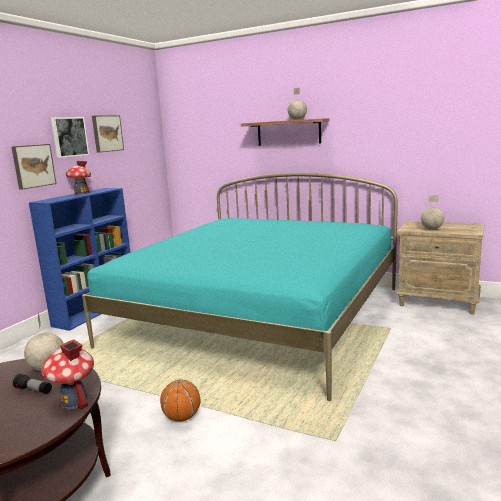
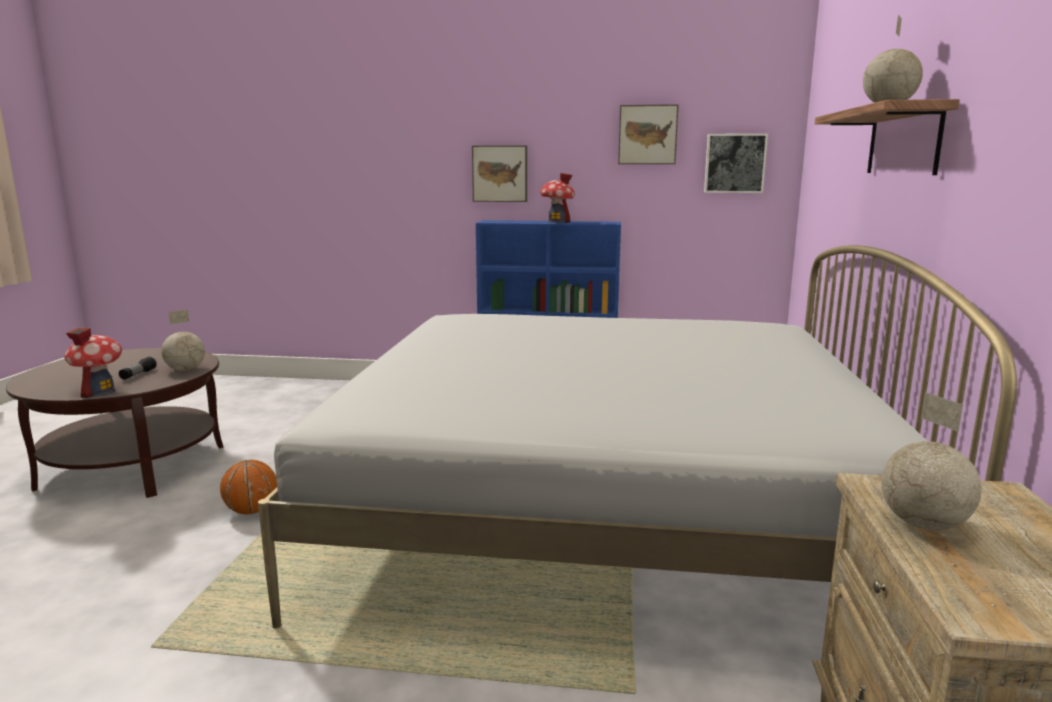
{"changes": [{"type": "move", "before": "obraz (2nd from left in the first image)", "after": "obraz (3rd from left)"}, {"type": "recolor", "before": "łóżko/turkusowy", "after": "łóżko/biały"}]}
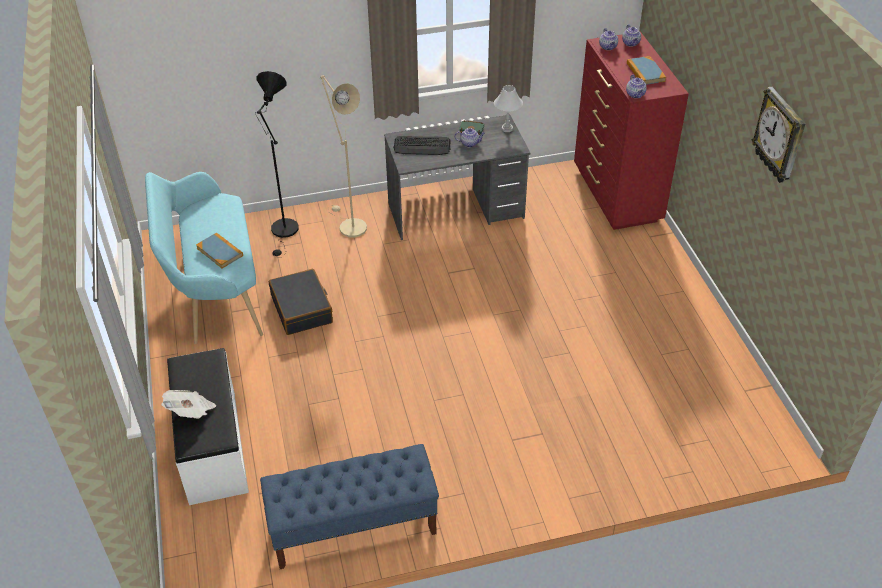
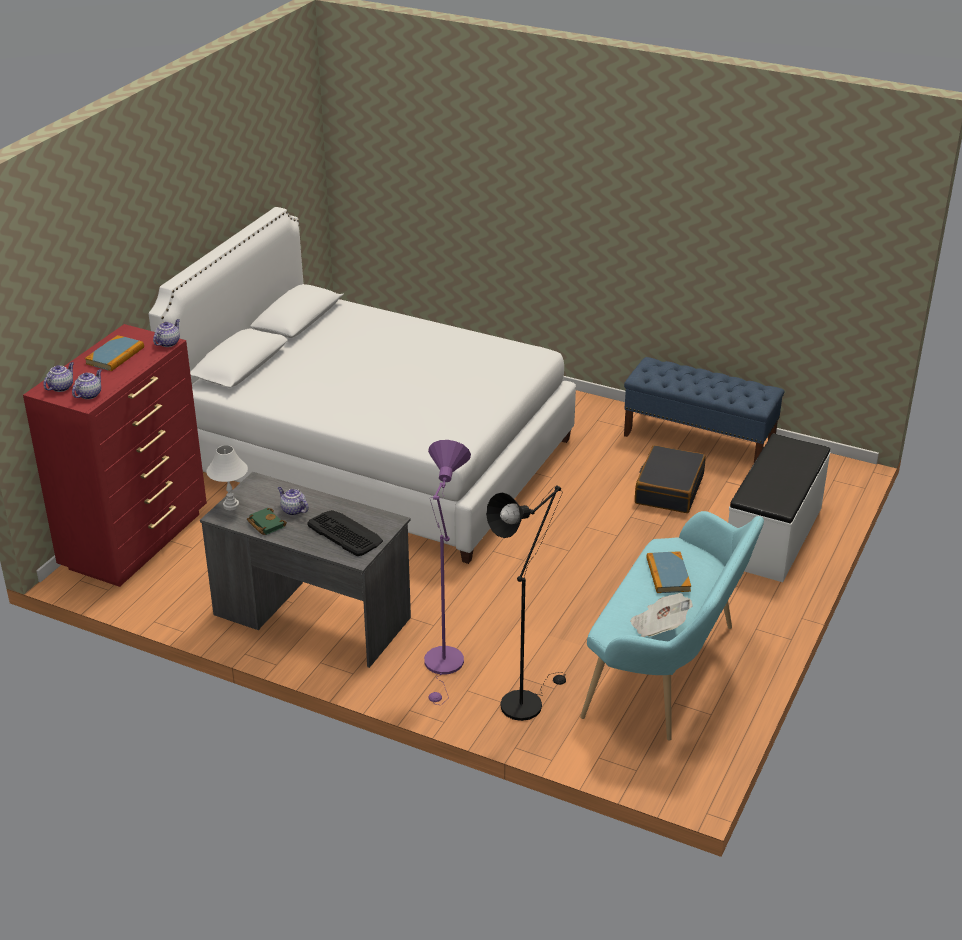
{"changes": [{"type": "recolor", "before": "lampa stojąca/beżowy", "after": "lampa stojąca/fioletowy"}, {"type": "delete", "before": "zegar ścienny"}, {"type": "move", "before": "walizka/czarny"}, {"type": "move", "before": "gazeta"}, {"type": "insert", "after": "łóżko/biały"}]}
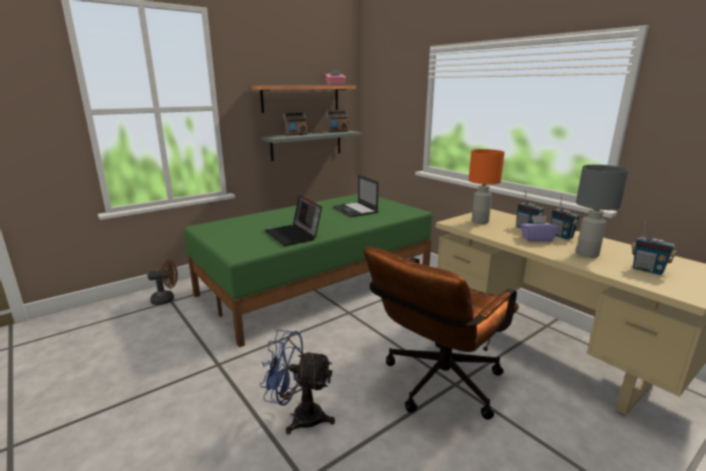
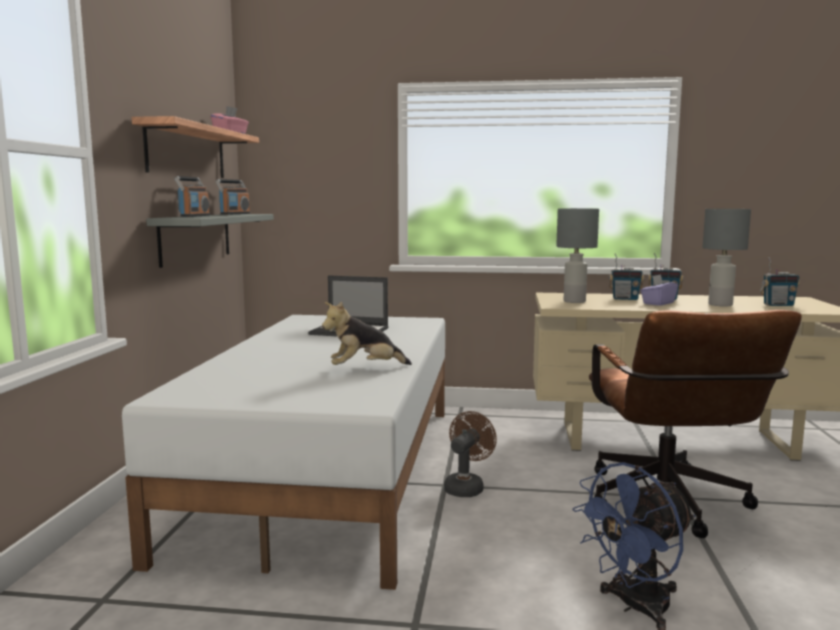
{"changes": [{"type": "recolor", "before": "lampa stołowa/pomarańczowy", "after": "lampa stołowa/szary (1st from left)"}, {"type": "recolor", "before": "łóżko/zielony", "after": "łóżko/biały"}, {"type": "replace", "before": "laptop (1st from left)", "after": "pluszak"}, {"type": "move", "before": "wentylator/brązowy"}]}
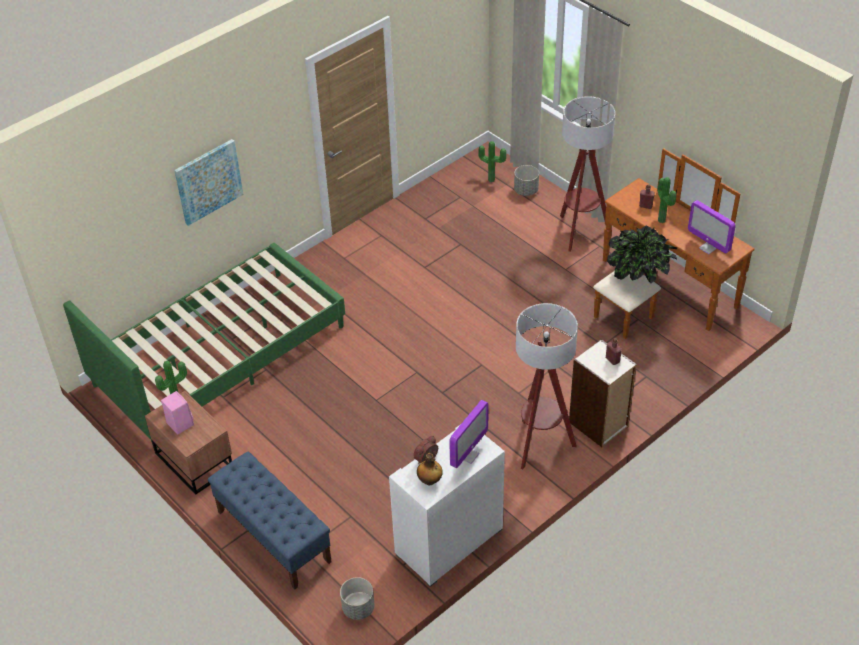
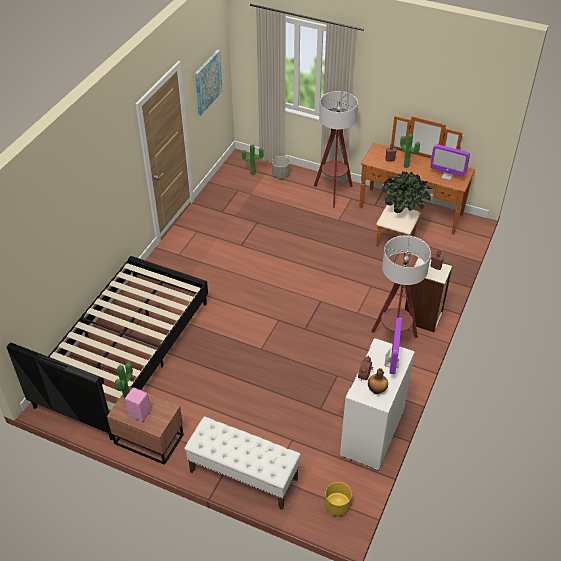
{"changes": [{"type": "move", "before": "obraz"}, {"type": "recolor", "before": "łóżko/zielony", "after": "łóżko/czarny"}, {"type": "recolor", "before": "ławka/niebieski", "after": "ławka/biały"}, {"type": "recolor", "before": "donica/szary (1st from left)", "after": "donica/żółty"}]}
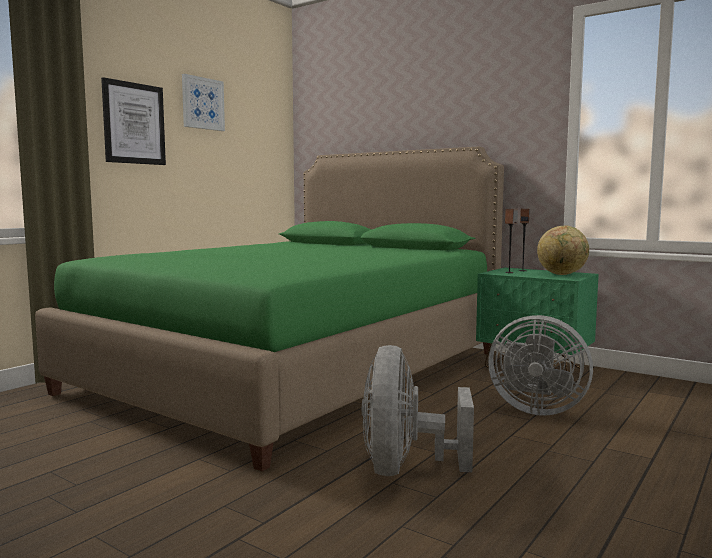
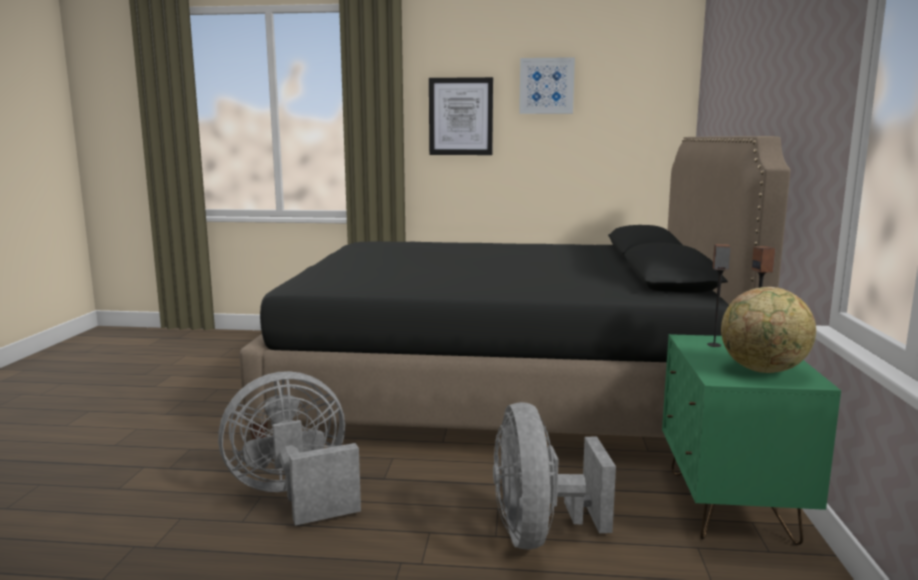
{"changes": [{"type": "recolor", "before": "łóżko/zielony", "after": "łóżko/czarny"}]}
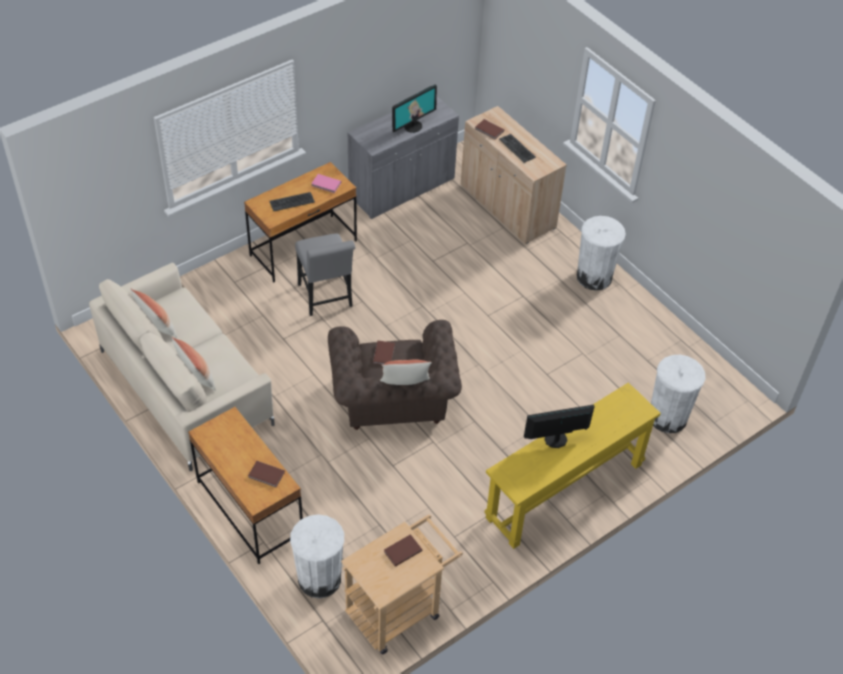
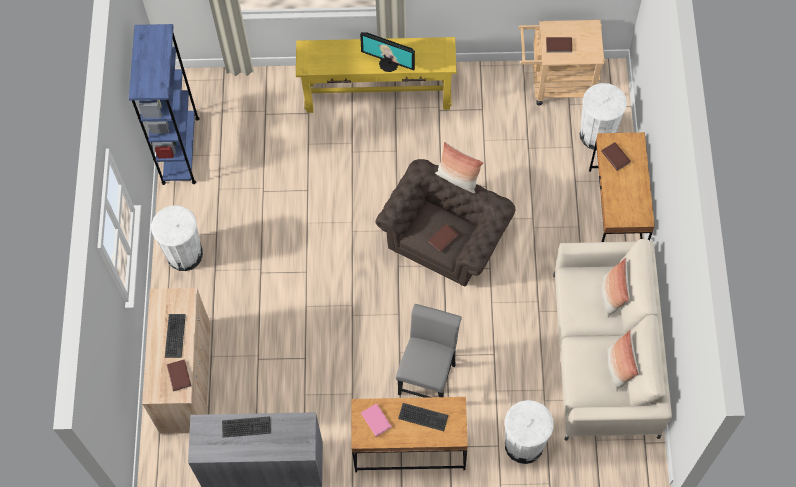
{"changes": [{"type": "replace", "before": "monitor (1st from left)", "after": "klawiatura (2nd from left)"}, {"type": "move", "before": "kosz na śmieci/biały (3rd from left in the first image)", "after": "kosz na śmieci/biały (2nd from left)"}, {"type": "insert", "after": "regał/niebieski"}]}
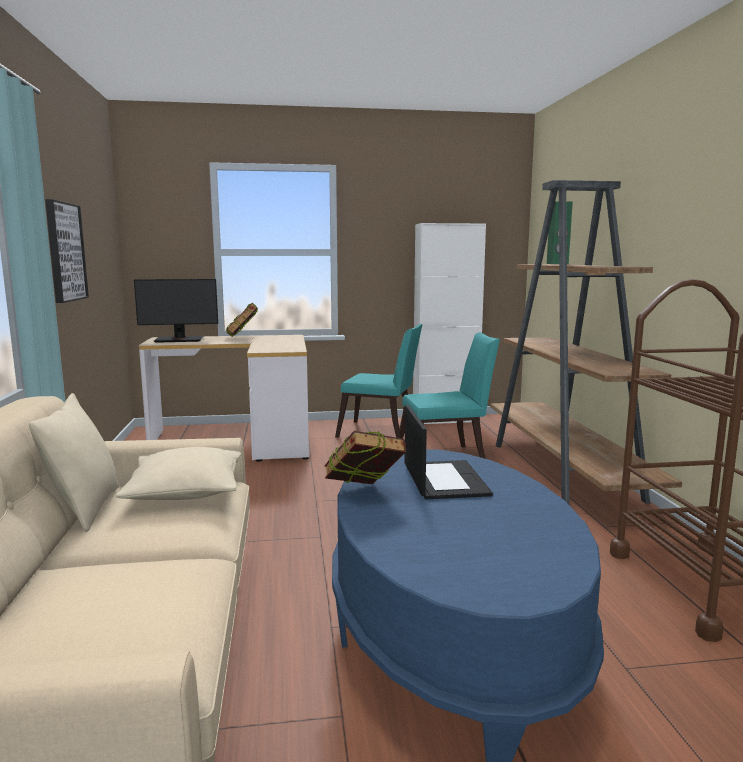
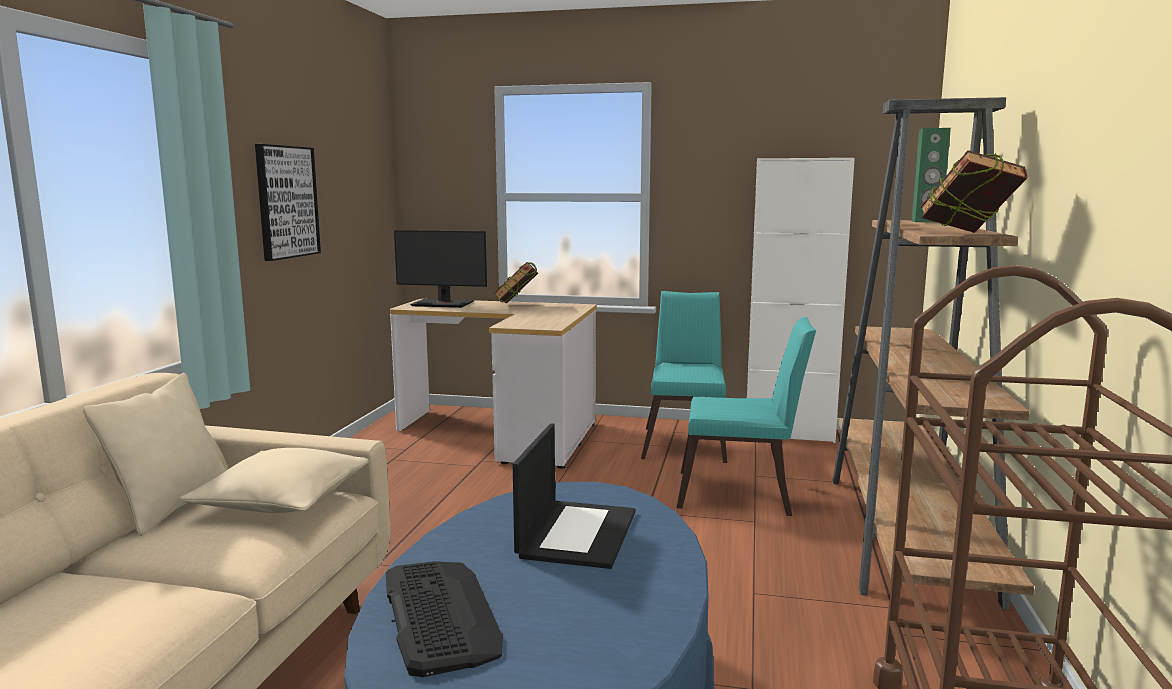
{"changes": [{"type": "rotate", "before": "krzesło/turkusowy (1st from left)", "turn": -120}, {"type": "move", "before": "książka (2nd from left)"}, {"type": "insert", "after": "klawiatura"}]}
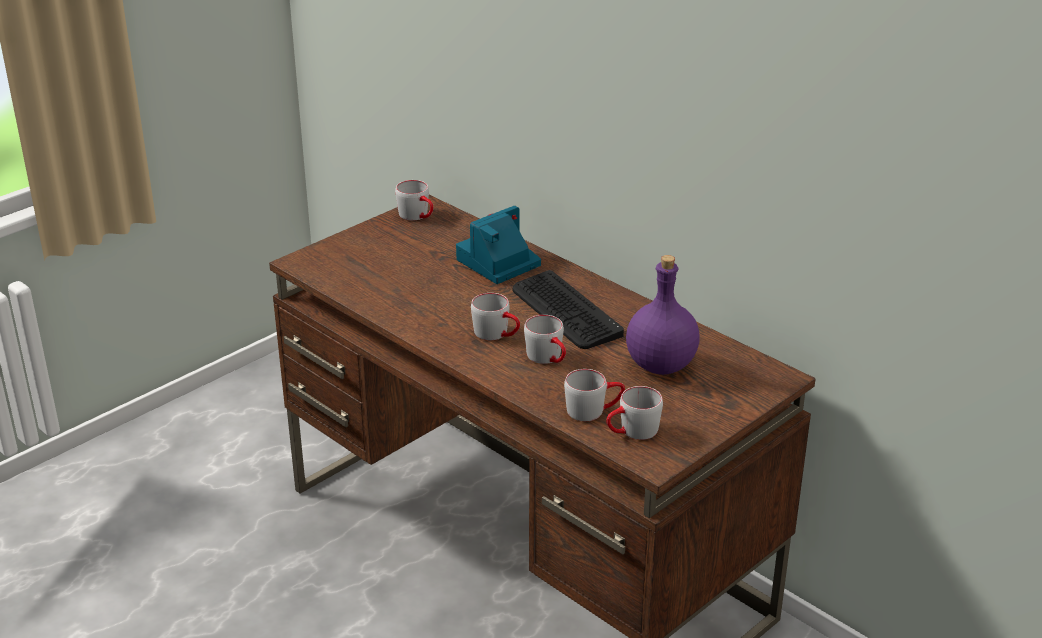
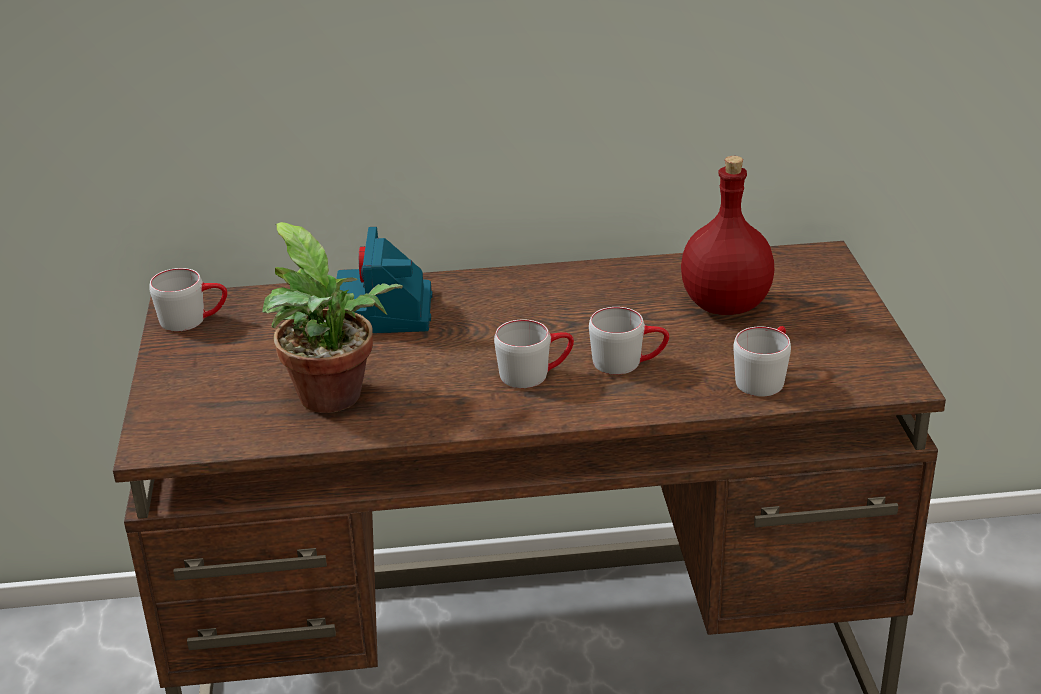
{"changes": [{"type": "recolor", "before": "butelka/fioletowy", "after": "butelka/czerwony"}, {"type": "delete", "before": "klawiatura"}, {"type": "delete", "before": "kubek/szary (5th from left)"}, {"type": "insert", "after": "roślina doniczkowa"}]}
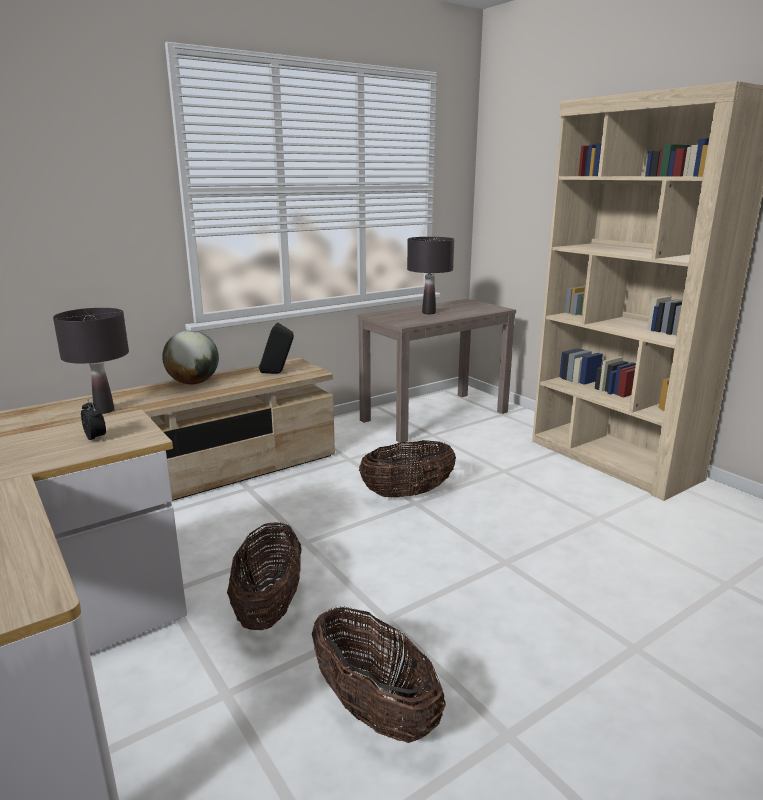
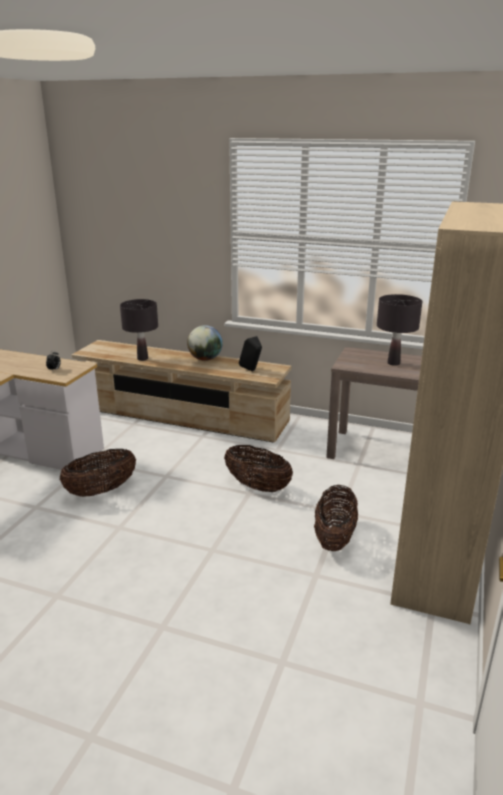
{"changes": [{"type": "move", "before": "koszyk (2nd from left in the first image)", "after": "koszyk (3rd from left)"}]}
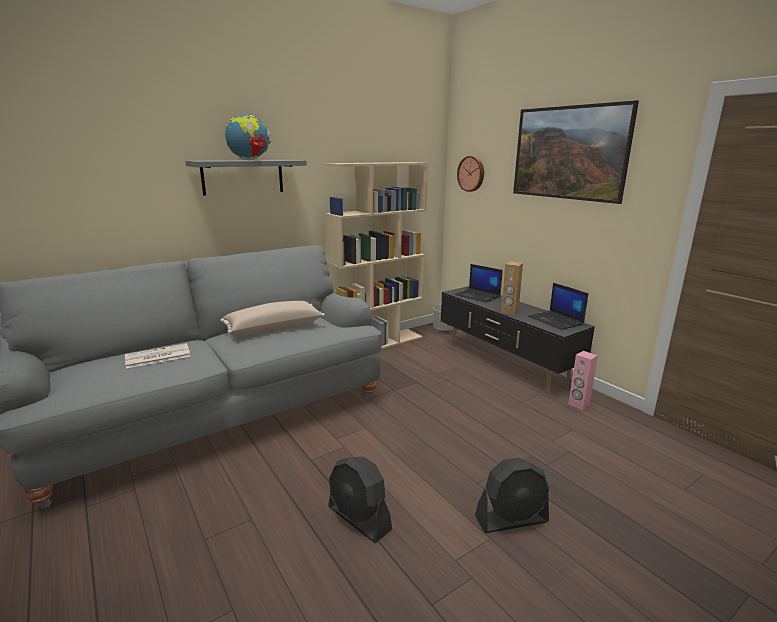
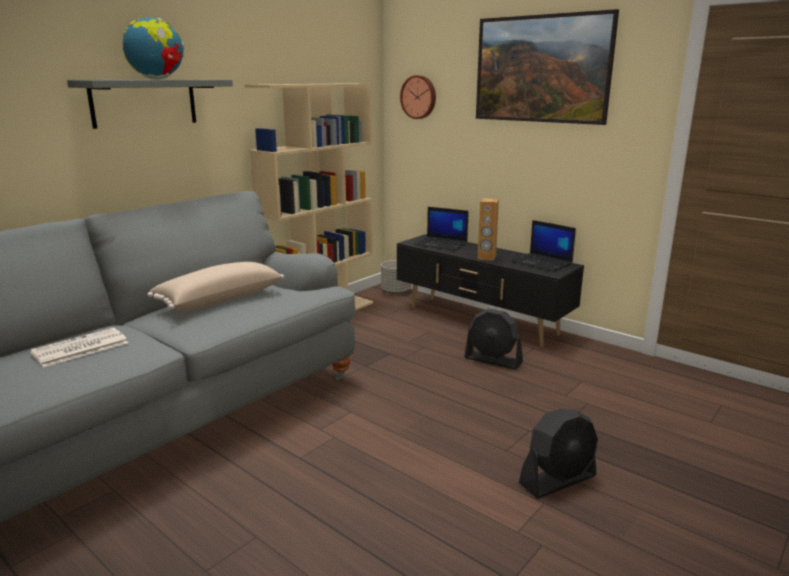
{"changes": [{"type": "delete", "before": "głośnik/różowy"}, {"type": "move", "before": "wentylator/czarny (1st from left)"}]}
